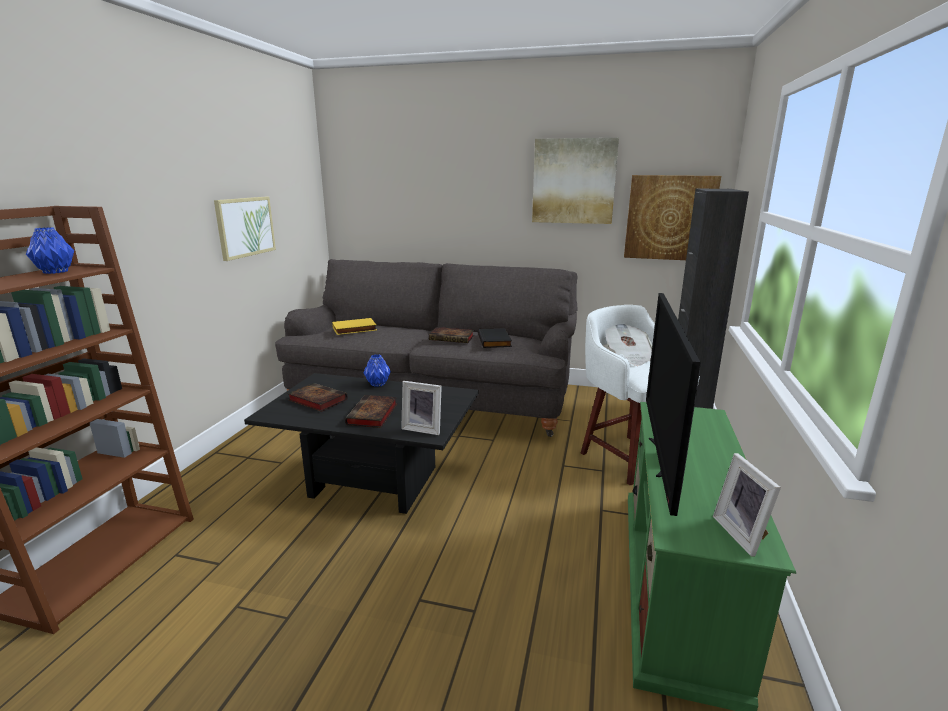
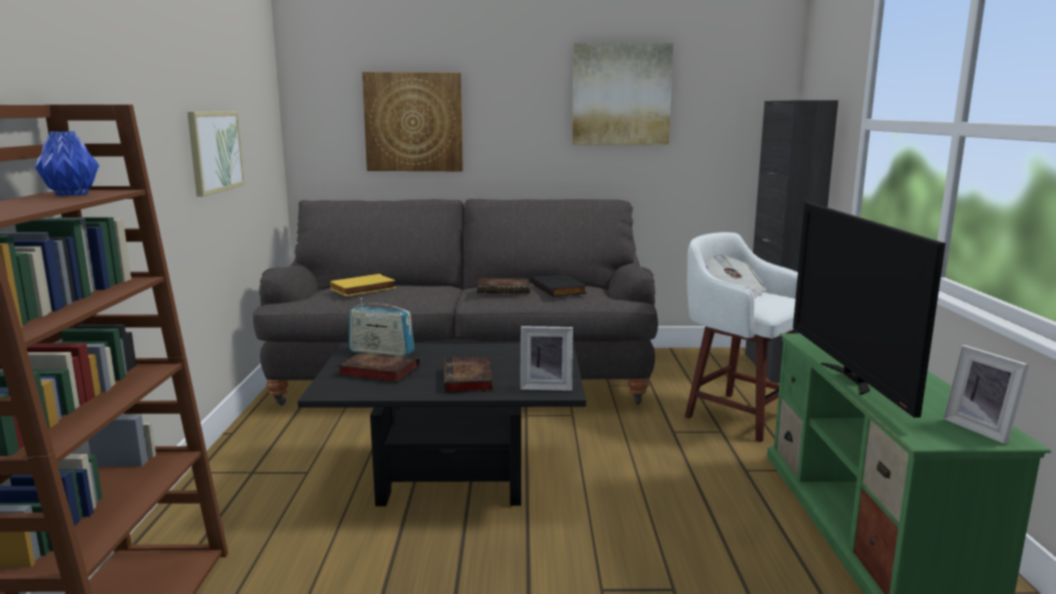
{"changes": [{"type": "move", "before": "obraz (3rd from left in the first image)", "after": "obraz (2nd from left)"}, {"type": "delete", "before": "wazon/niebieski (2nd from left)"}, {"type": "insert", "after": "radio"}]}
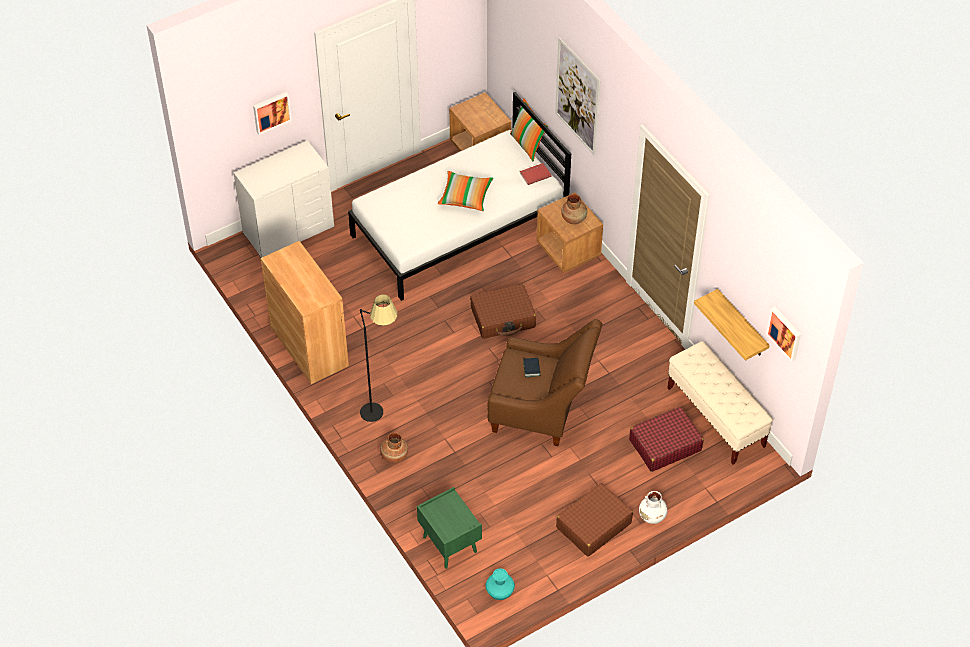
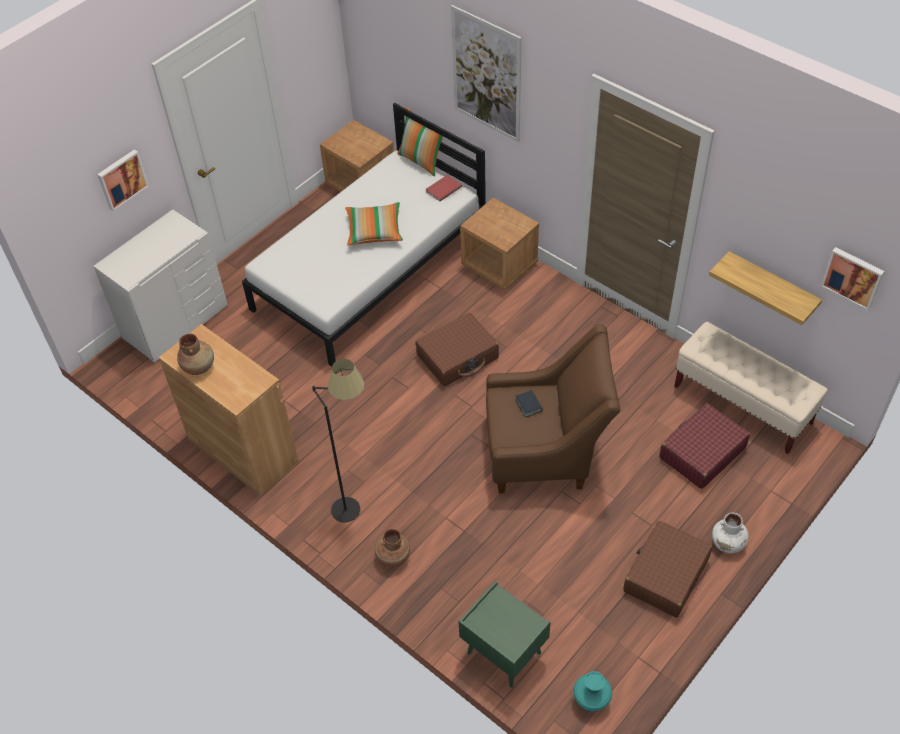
{"changes": [{"type": "move", "before": "wazon/brązowy (2nd from left in the first image)", "after": "wazon/brązowy (1st from left)"}]}
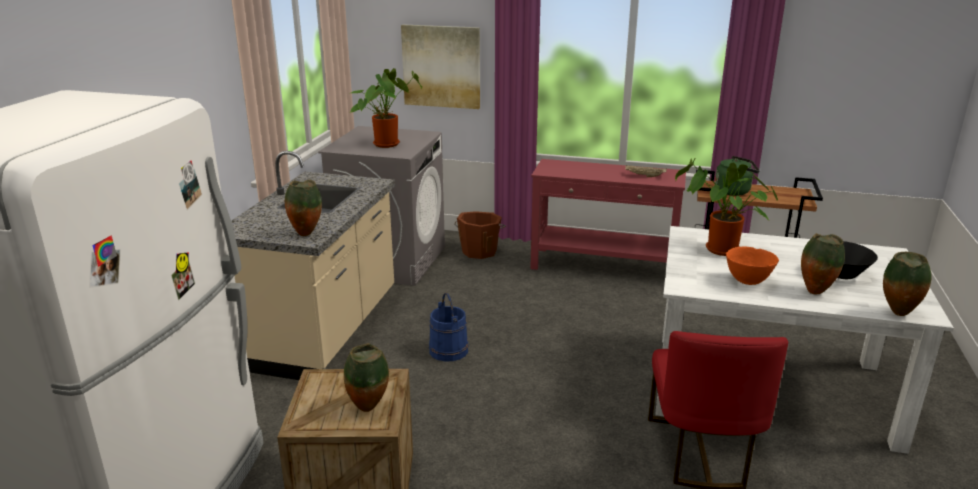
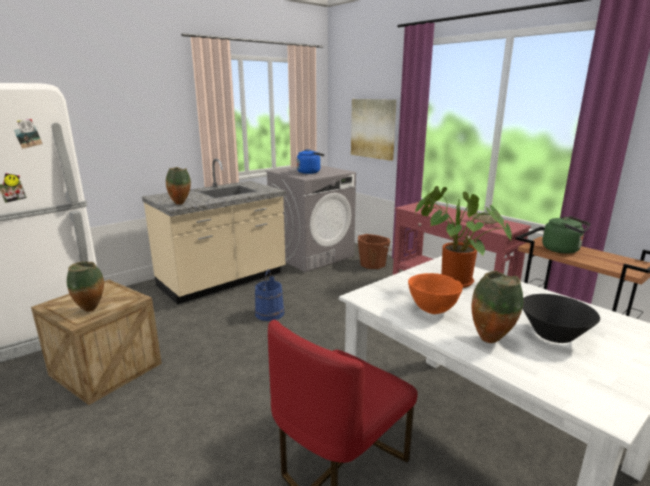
{"changes": [{"type": "replace", "before": "roślina doniczkowa (1st from left)", "after": "czajnik/niebieski"}, {"type": "delete", "before": "wazon (4th from left)"}]}
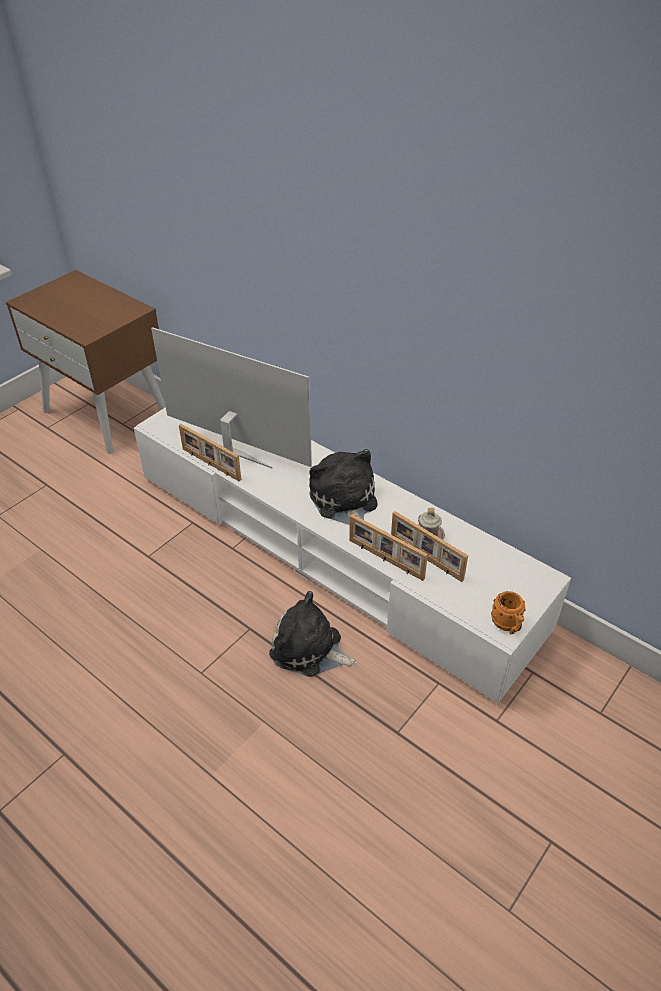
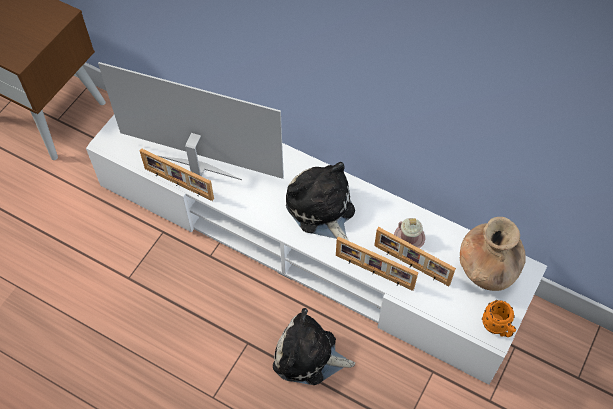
{"changes": [{"type": "insert", "after": "wazon/brązowy"}]}
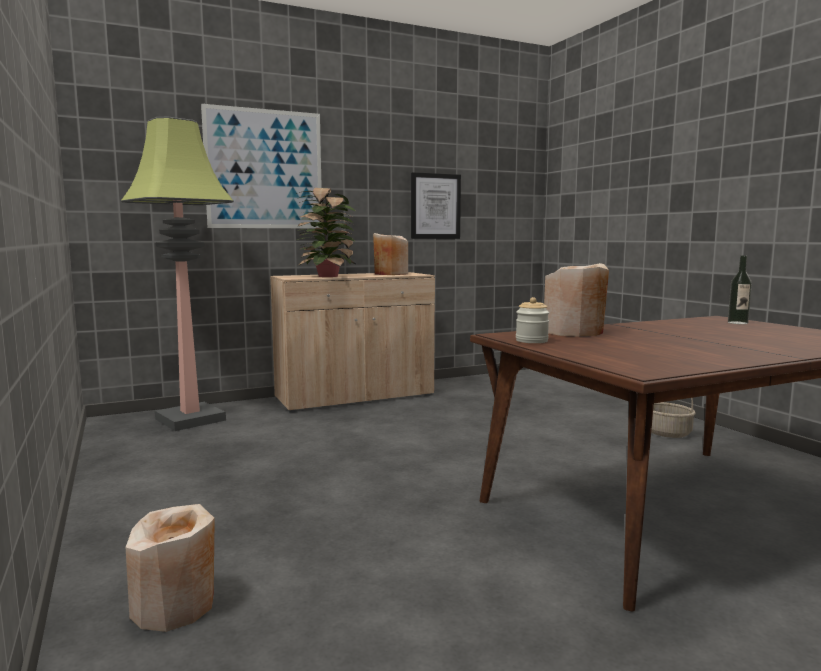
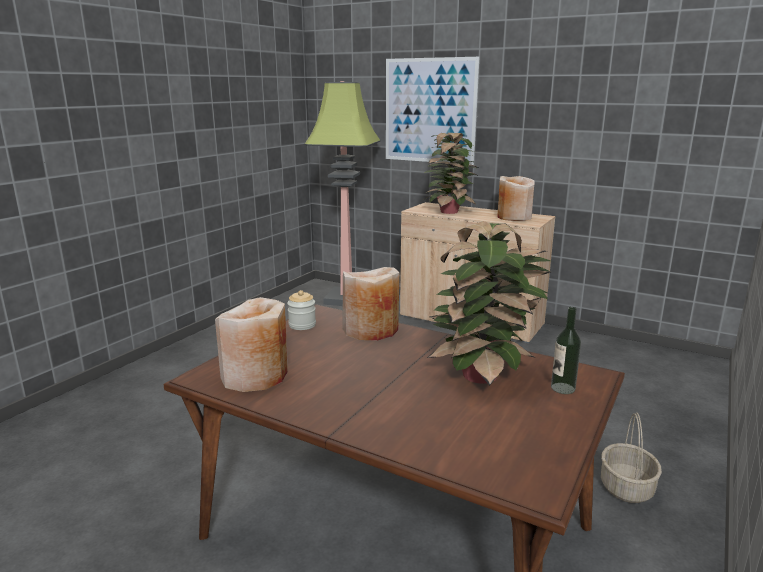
{"changes": [{"type": "delete", "before": "obraz (2nd from left)"}, {"type": "move", "before": "wazon/beżowy (1st from left)"}, {"type": "insert", "after": "roślina doniczkowa (2nd from left)"}]}
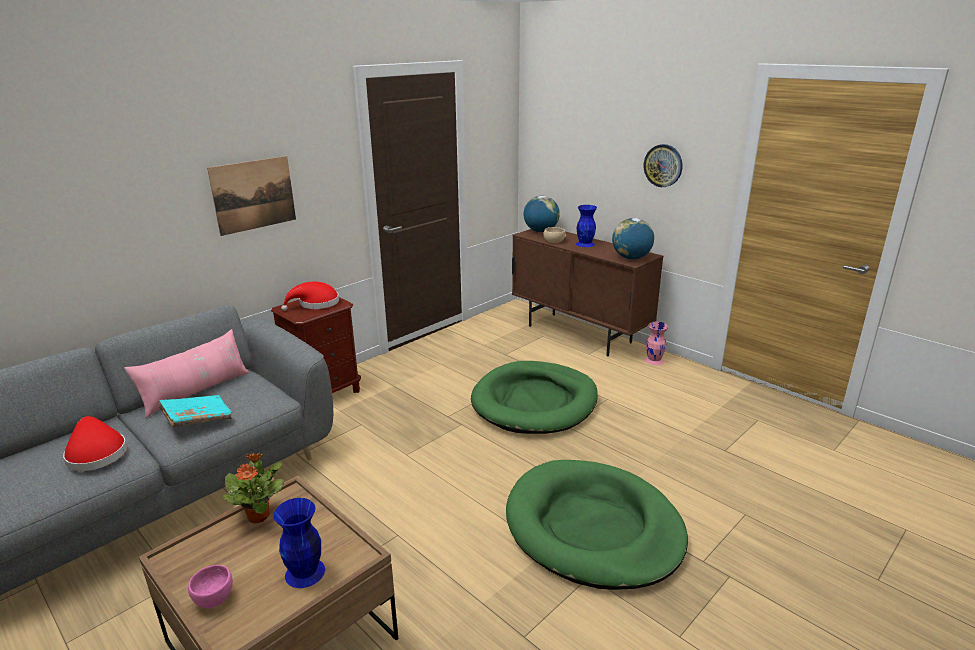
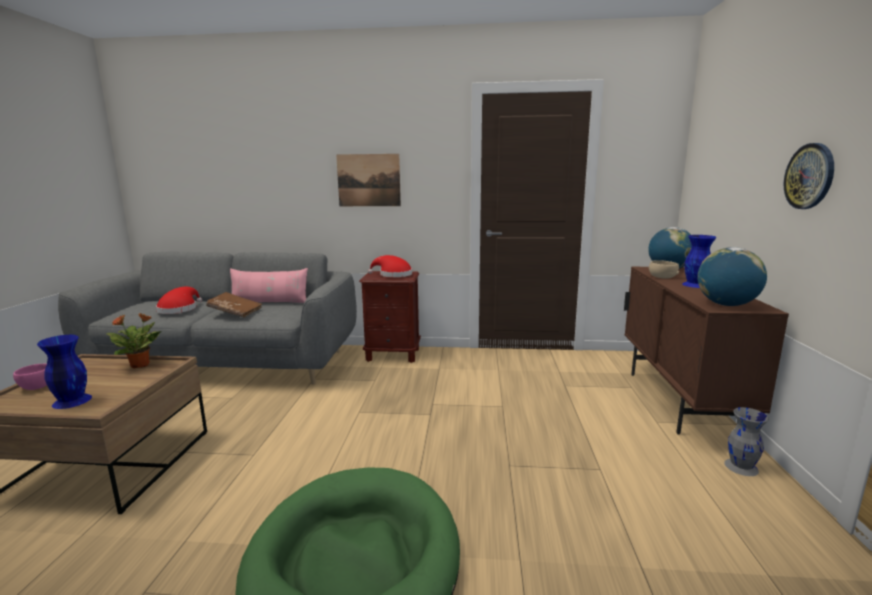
{"changes": [{"type": "recolor", "before": "wazon/różowy", "after": "wazon/szary"}, {"type": "delete", "before": "legowisko/zielony (1st from left)"}, {"type": "recolor", "before": "książka/turkusowy", "after": "książka/brązowy"}]}
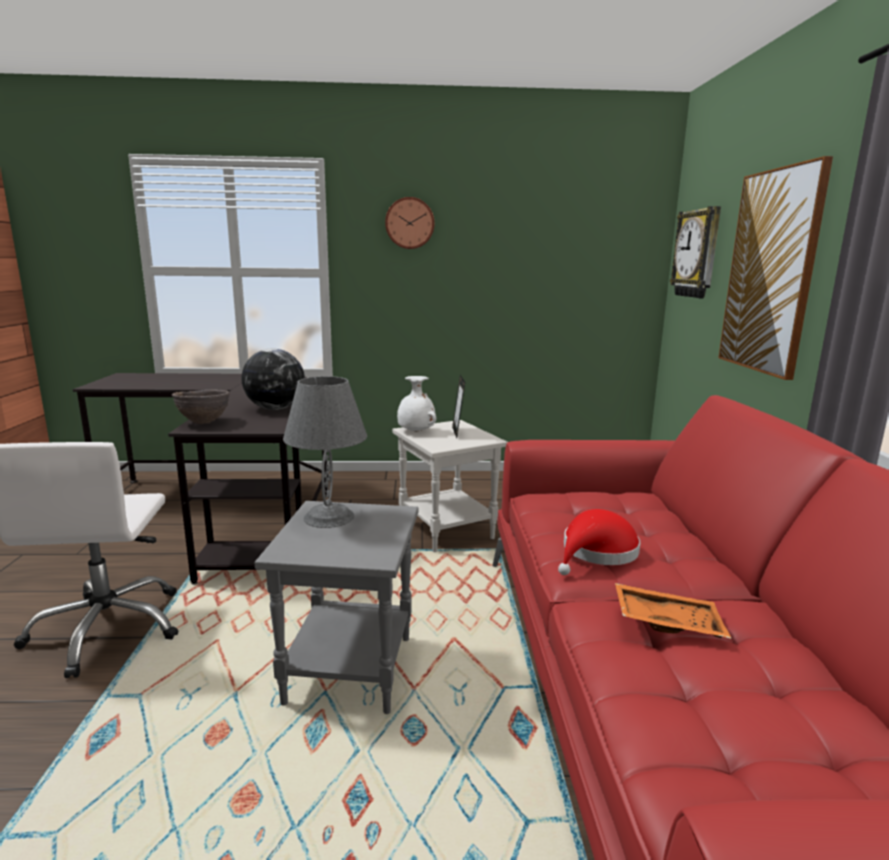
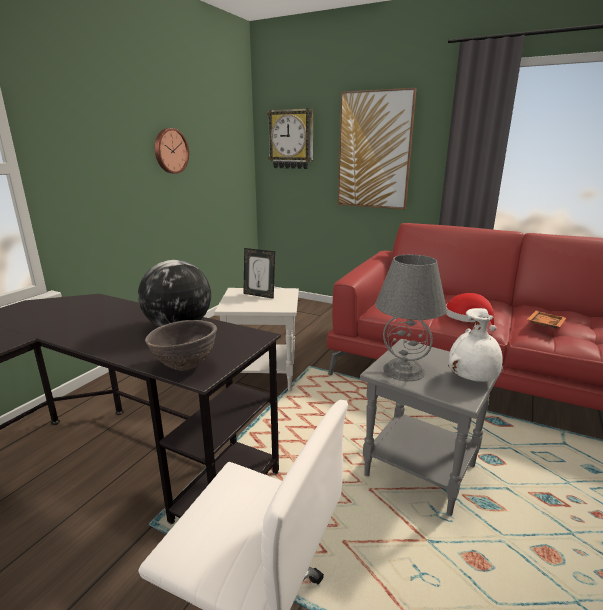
{"changes": [{"type": "move", "before": "zegar ścienny (1st from left)"}, {"type": "move", "before": "wazon/biały"}]}
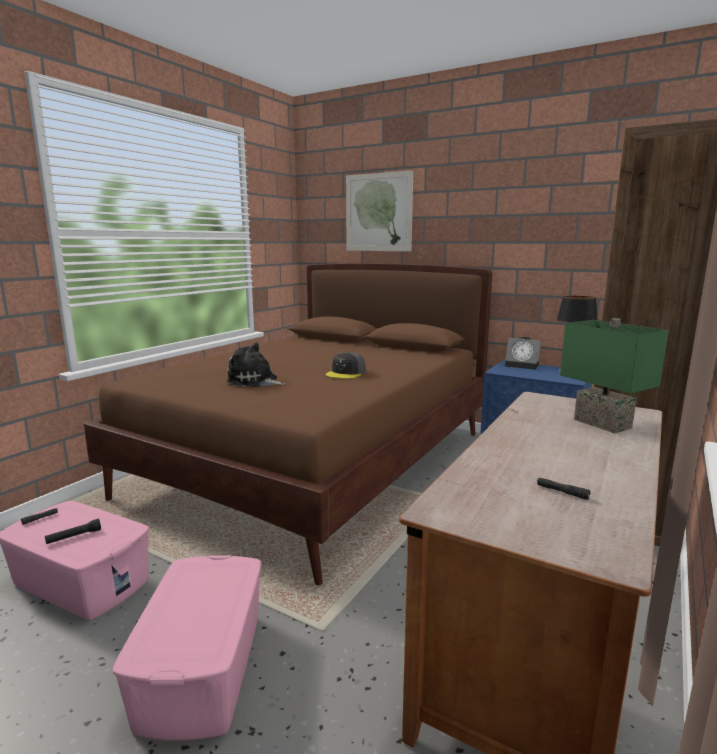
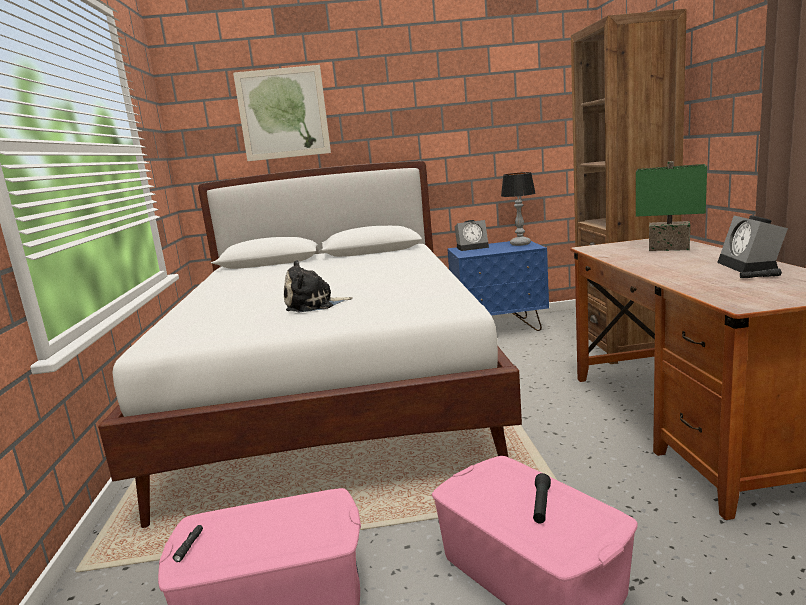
{"changes": [{"type": "recolor", "before": "łóżko/brązowy", "after": "łóżko/biały"}, {"type": "delete", "before": "czapka z daszkiem/szary"}, {"type": "move", "before": "latarka/czarny (2nd from left)"}, {"type": "insert", "after": "budzik (2nd from left)"}]}
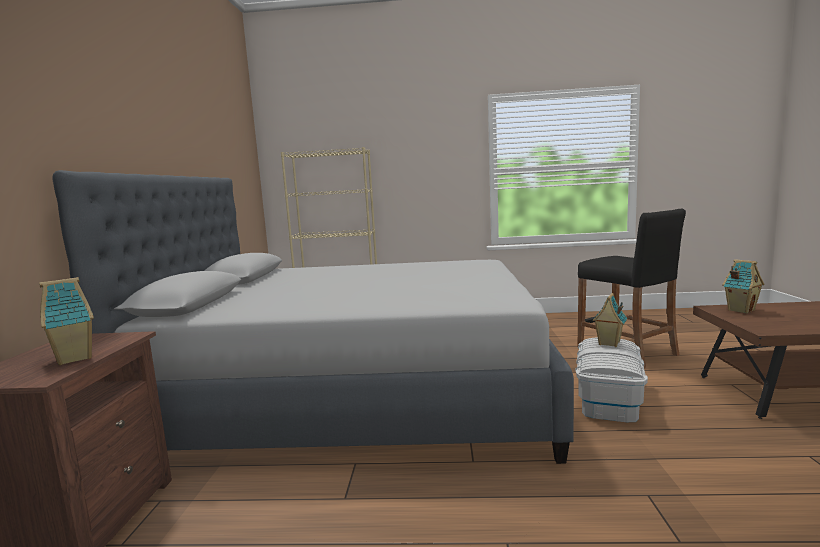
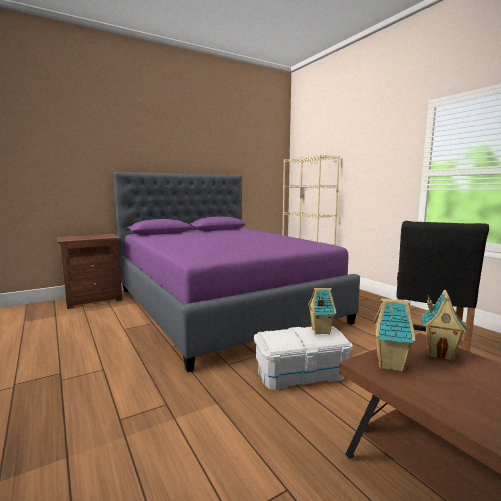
{"changes": [{"type": "recolor", "before": "łóżko/szary", "after": "łóżko/fioletowy"}, {"type": "move", "before": "domek (1st from left in the first image)", "after": "domek (2nd from left)"}]}
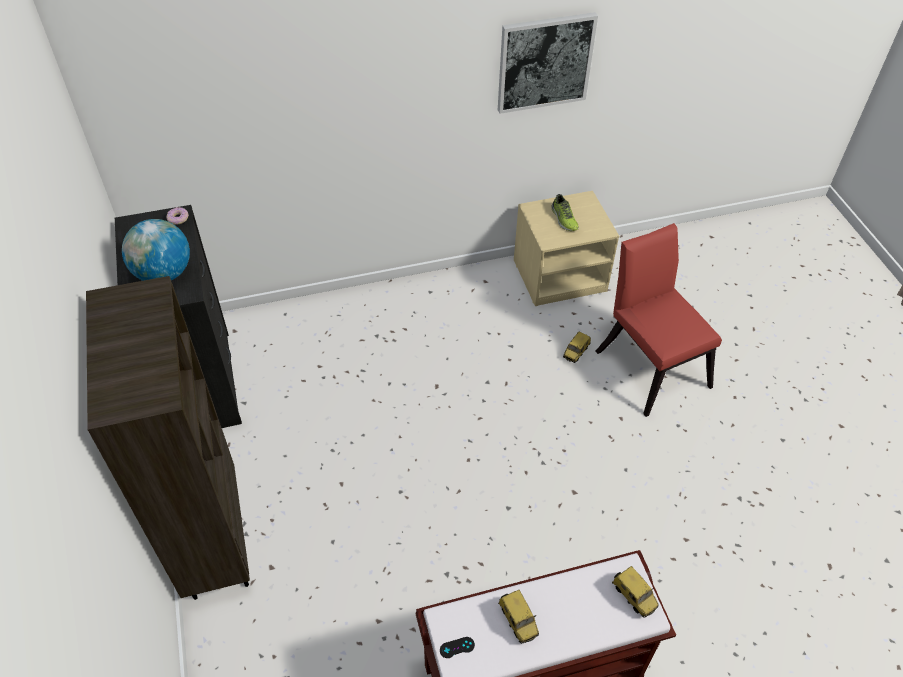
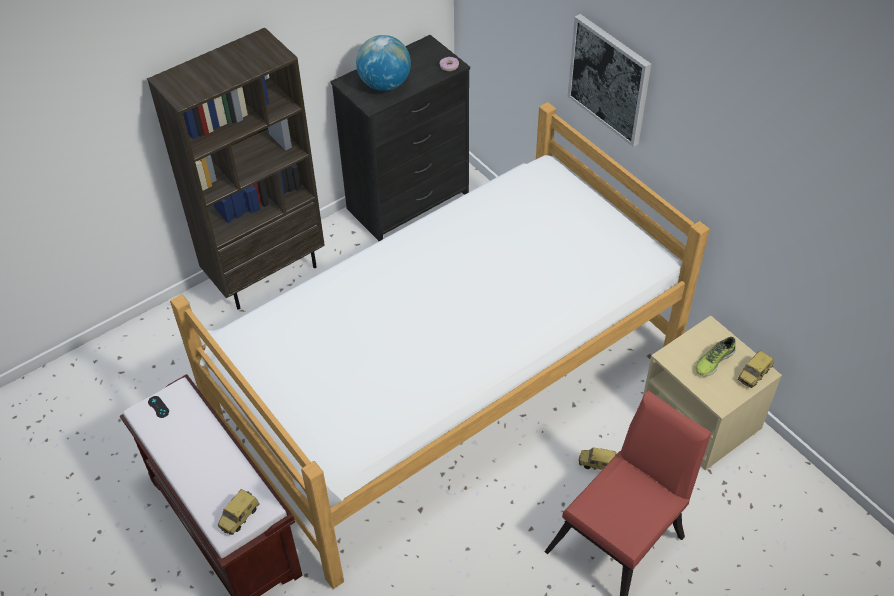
{"changes": [{"type": "move", "before": "obraz"}, {"type": "move", "before": "samochodzik (1st from left in the first image)", "after": "samochodzik (3rd from left)"}, {"type": "insert", "after": "łóżko"}]}
